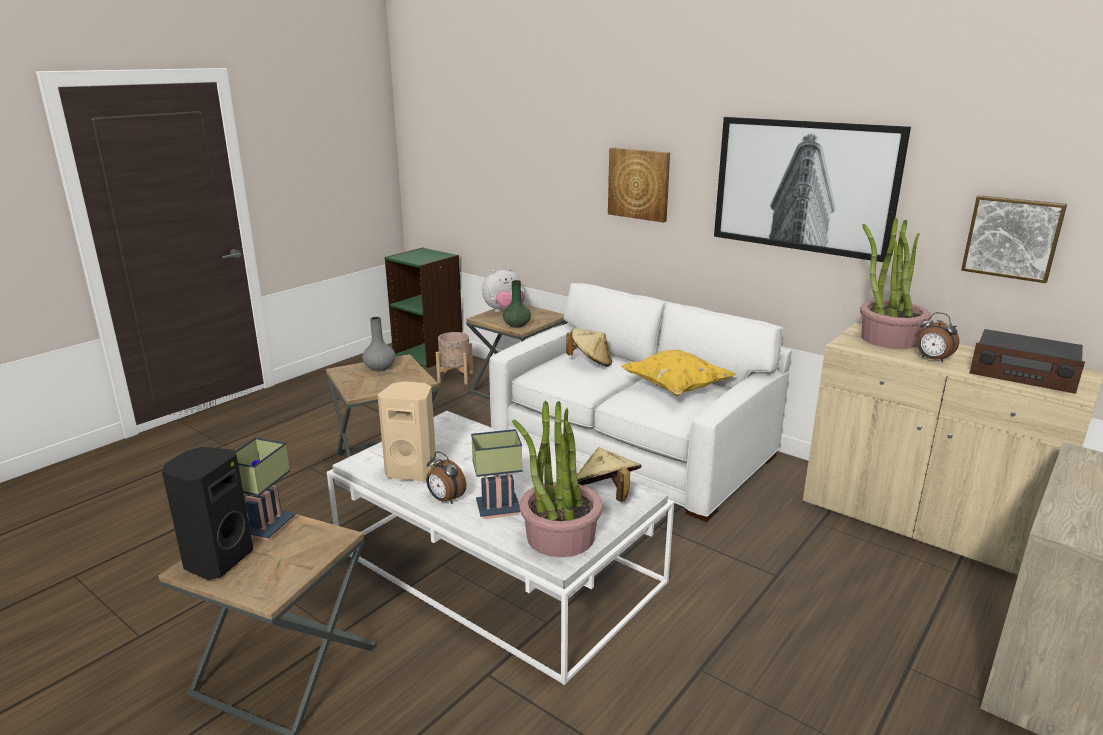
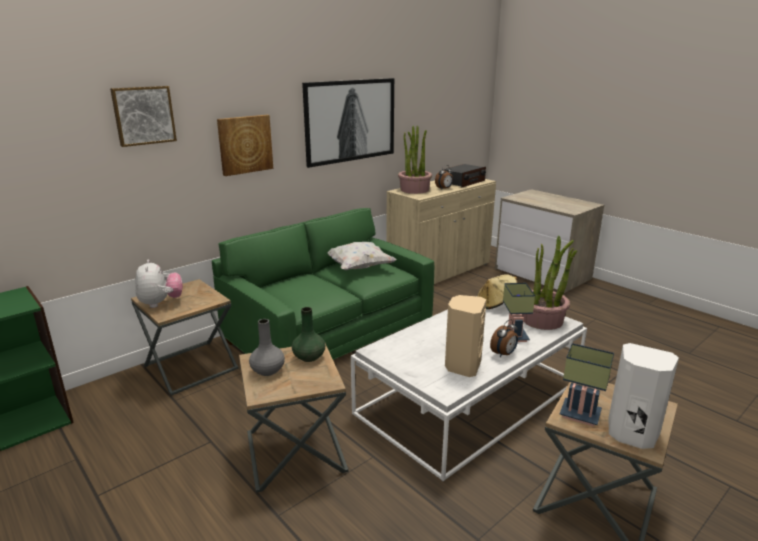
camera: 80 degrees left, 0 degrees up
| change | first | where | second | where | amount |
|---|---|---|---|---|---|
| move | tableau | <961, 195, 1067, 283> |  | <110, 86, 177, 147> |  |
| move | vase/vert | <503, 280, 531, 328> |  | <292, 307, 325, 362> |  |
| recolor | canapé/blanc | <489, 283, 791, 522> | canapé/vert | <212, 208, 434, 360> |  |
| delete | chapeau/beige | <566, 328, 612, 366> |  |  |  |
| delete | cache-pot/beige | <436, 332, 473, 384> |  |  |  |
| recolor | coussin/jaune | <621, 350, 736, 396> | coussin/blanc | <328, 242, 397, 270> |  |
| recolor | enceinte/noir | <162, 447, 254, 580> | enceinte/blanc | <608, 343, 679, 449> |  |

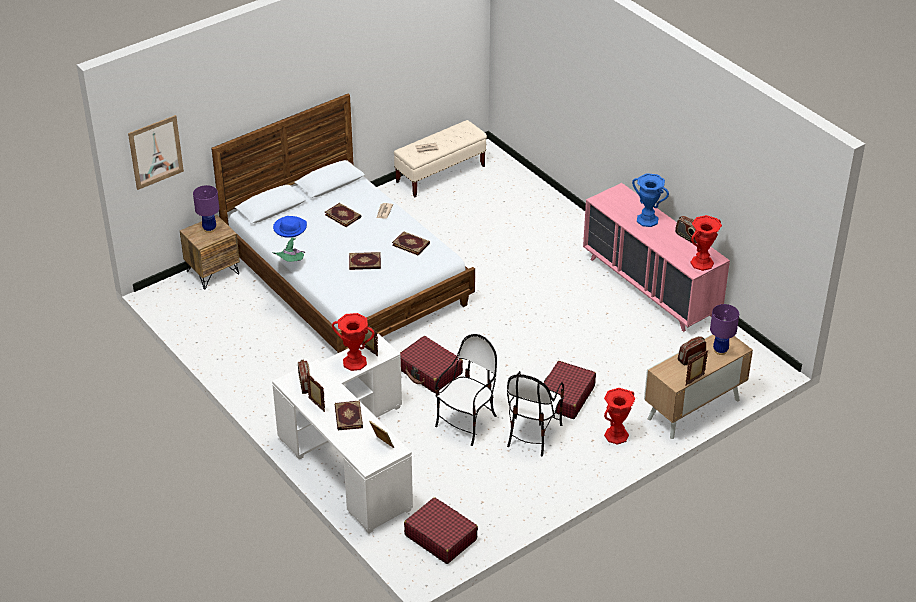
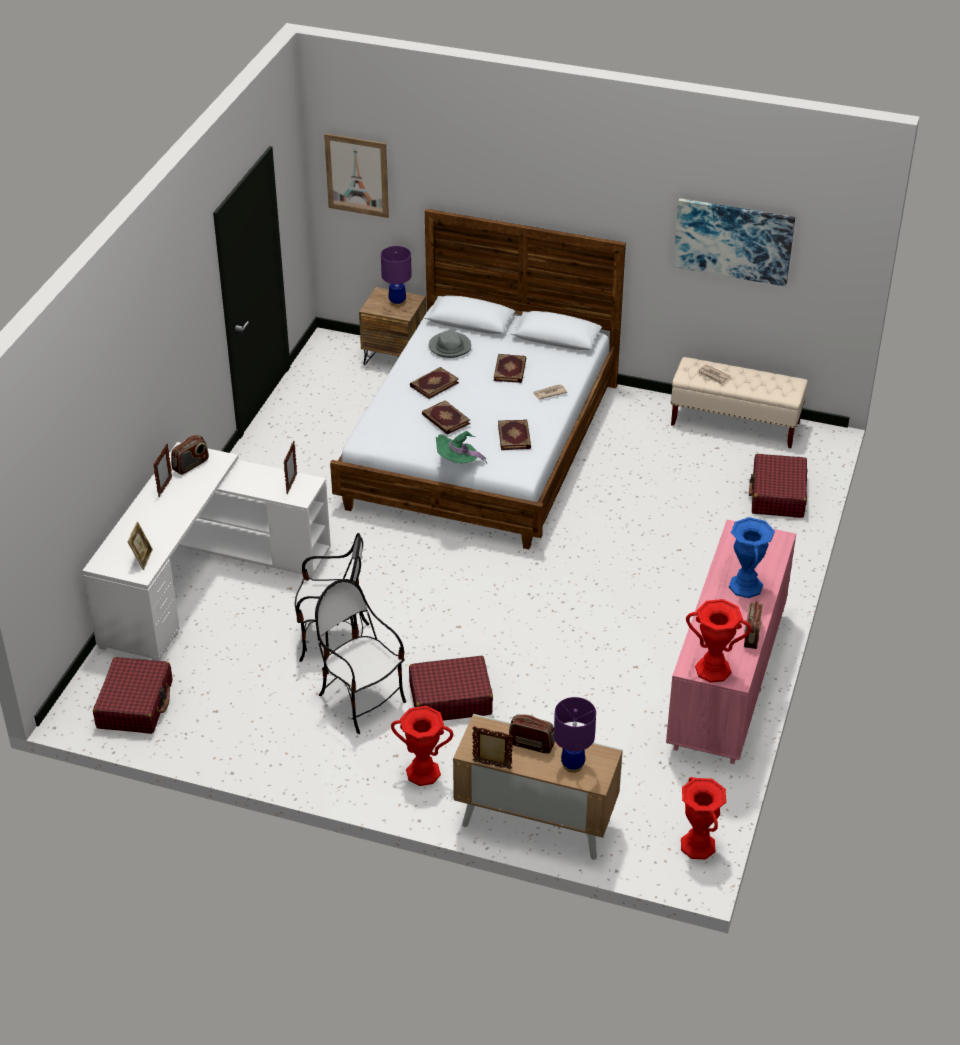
camera: 55 degrees right, 0 degrees up
| change | first | where | second | where | amount |
|---|---|---|---|---|---|
| recolor | chapeau/bleu | <273, 216, 307, 238> | chapeau/gris | <429, 330, 471, 358> |  |
| move | chapeau/vert | <272, 237, 305, 262> |  | <436, 431, 487, 464> |  |
| move | vase/rouge | <332, 313, 375, 371> |  | <681, 777, 726, 860> |  |
| move | valise/rouge | <400, 336, 463, 393> |  | <749, 454, 807, 518> |  |
| rotate | chaise | <507, 371, 564, 456> |  | <315, 579, 406, 734> | 60 degrees clockwise |
| move | livre | <335, 400, 363, 430> |  | <410, 367, 459, 399> |  |
| insert |  |  | tableau | <673, 198, 795, 287> |  |

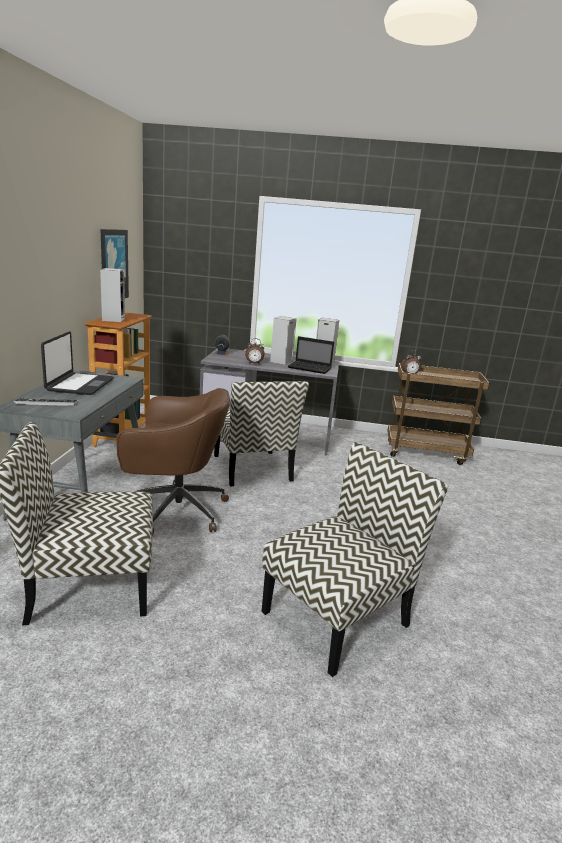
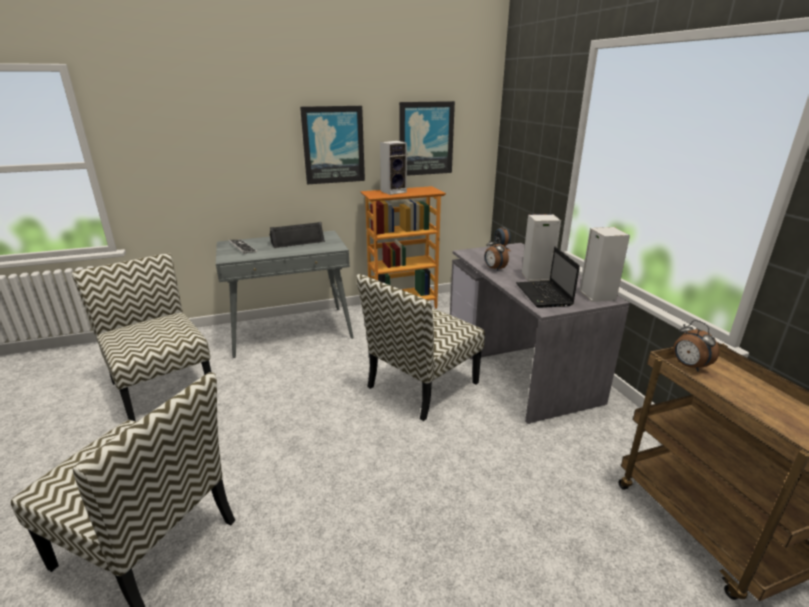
camera: 65 degrees right, 5 degrees up
| change | first | where | second | where | amount |
|---|---|---|---|---|---|
| replace | ordinateur portable | <41, 331, 114, 395> | enceinte/noir | <270, 222, 325, 248> |  |
| delete | chaise de bureau/marron | <116, 388, 230, 534> |  |  |  |
| insert |  |  | tableau | <300, 106, 365, 184> |  |

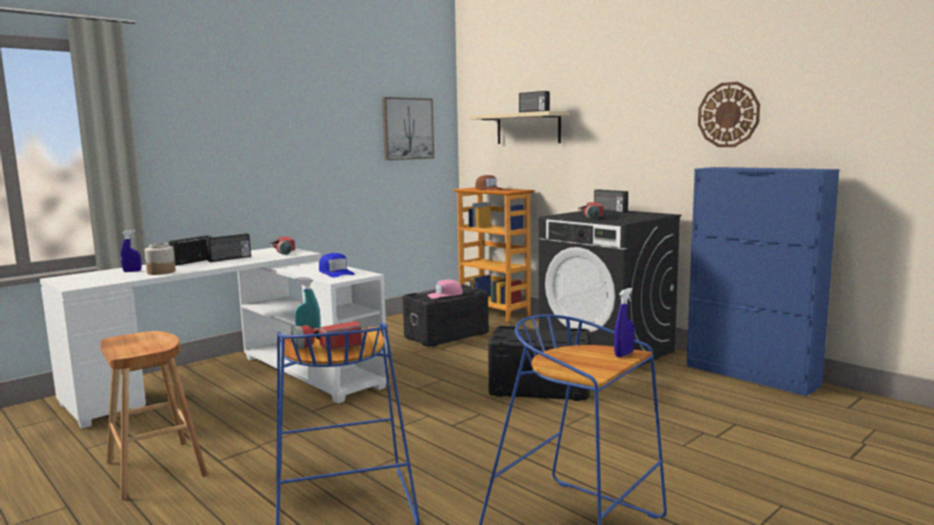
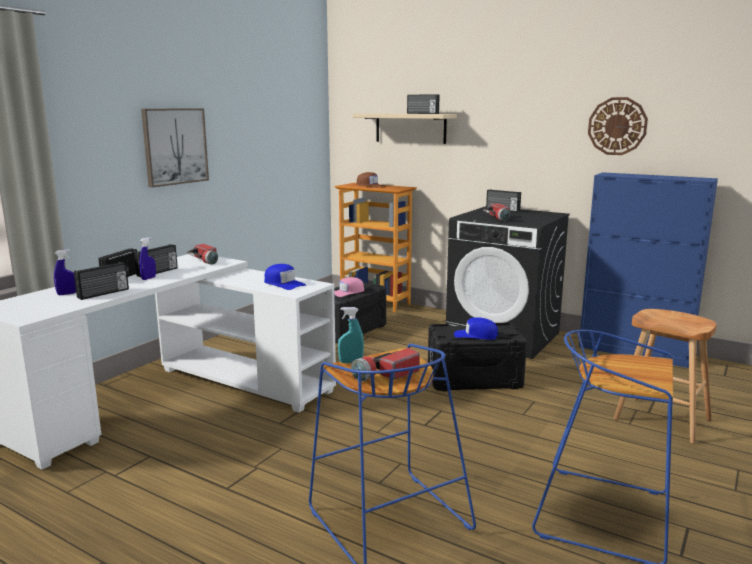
camera: 15 degrees left, 5 degrees up
| change | first | where | second | where | amount |
|---|---|---|---|---|---|
| move | tableau | <382, 97, 434, 160> |  | <141, 108, 209, 188> |  |
| replace | bocal | <145, 243, 176, 275> | radio | <74, 262, 129, 300> |  |
| move | vaporisateur/bleu | <614, 288, 635, 357> |  | <139, 237, 156, 280> |  |
| move | tabouret/marron | <100, 331, 208, 500> |  | <614, 309, 717, 444> |  |
| insert |  |  | casquette/bleu | <454, 317, 498, 340> |  |

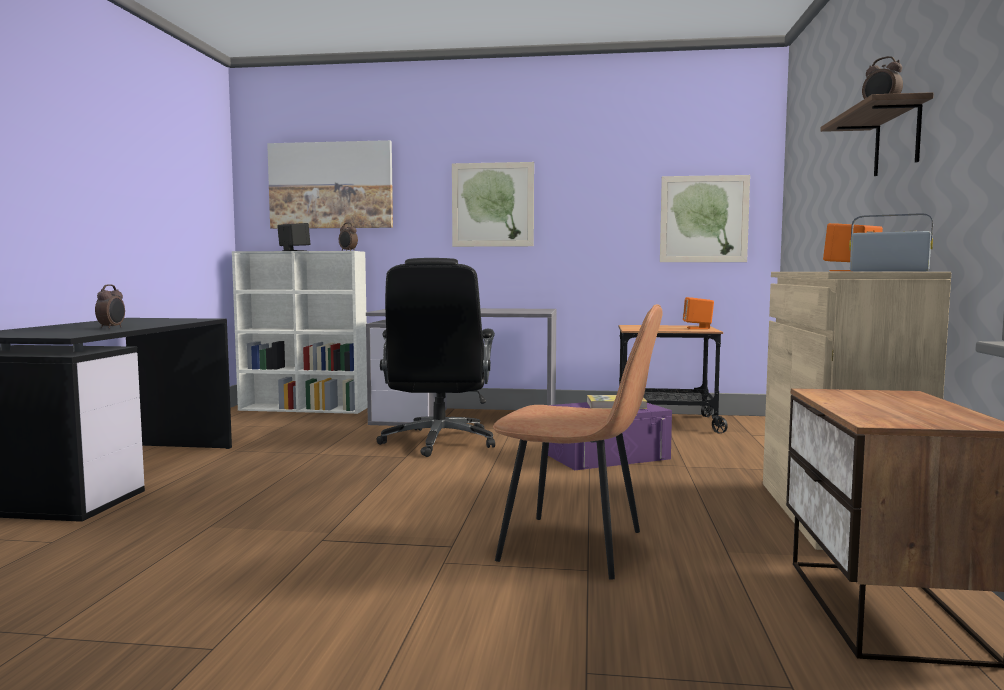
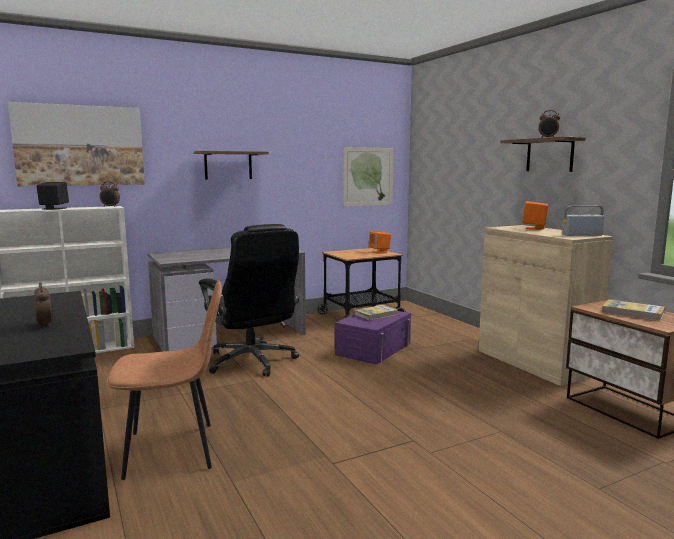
camera: 35 degrees left, 5 degrees up
| change | first | where | second | where | amount |
|---|---|---|---|---|---|
| replace | tableau | <452, 162, 534, 247> | étagère | <194, 151, 269, 179> |  |
| move | chaise/marron | <493, 304, 663, 580> |  | <107, 280, 222, 480> |  |
| insert |  |  | livre | <602, 299, 665, 321> |  |

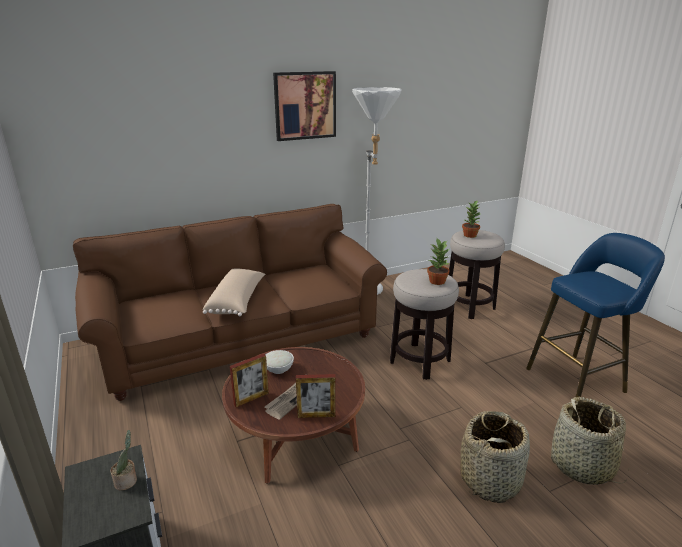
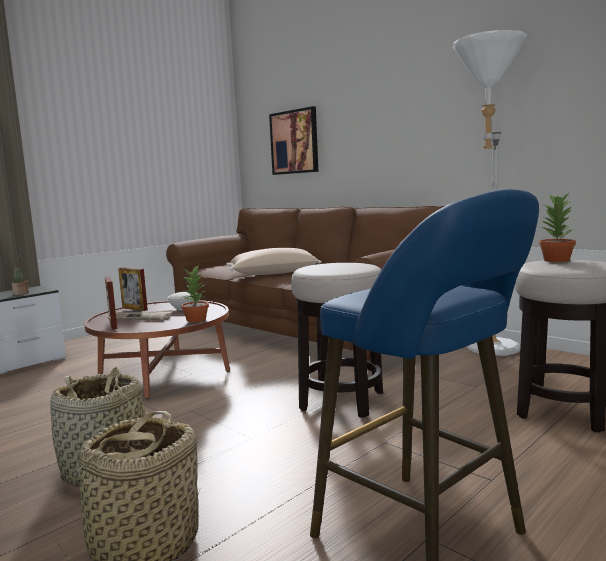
camera: 70 degrees right, 15 degrees down
| change | first | where | second | where | amount |
|---|---|---|---|---|---|
| move | tableau | <273, 71, 336, 141> |  | <269, 106, 318, 175> |  |
| move | plante en pot | <427, 239, 450, 285> |  | <181, 265, 209, 322> |  |

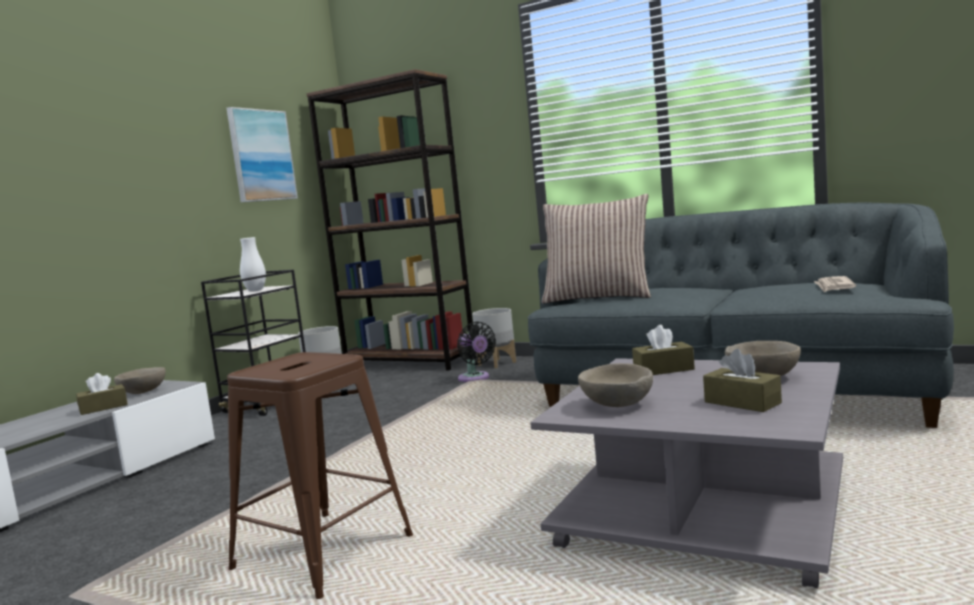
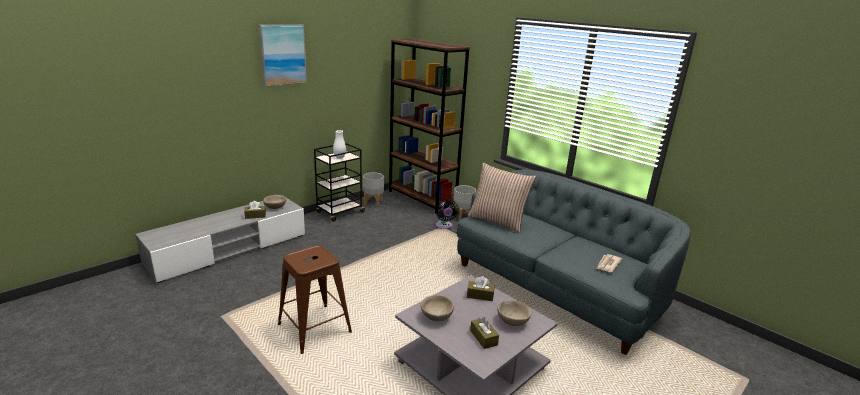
camera: 15 degrees right, 15 degrees up
| change | first | where | second | where | amount |
|---|---|---|---|---|---|
| move | tableau | <226, 107, 298, 202> |  | <259, 25, 307, 86> |  |

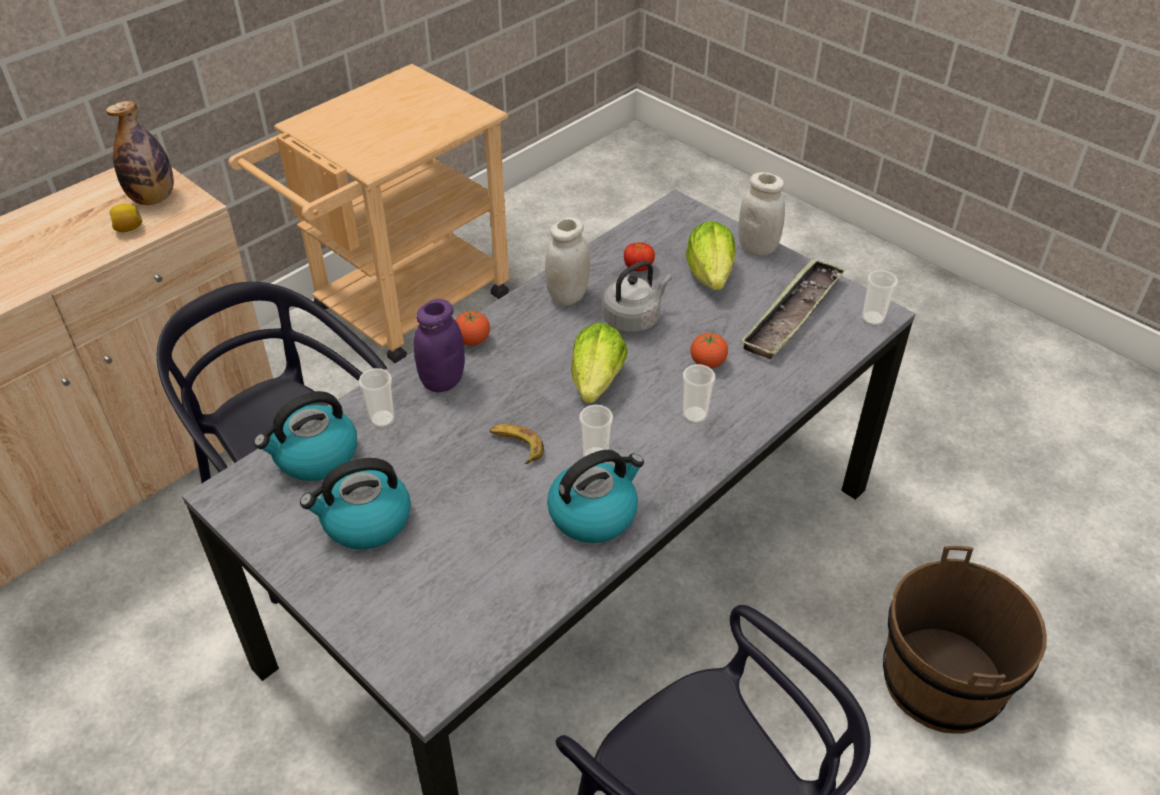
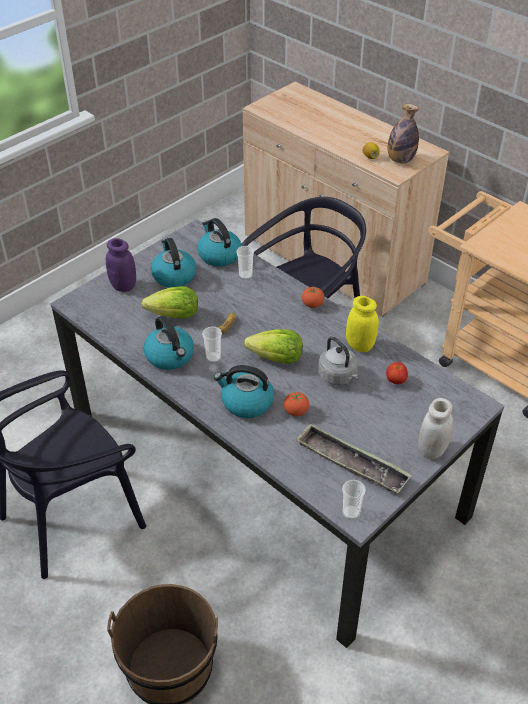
camera: 90 degrees right, 0 degrees up
| change | first | where | second | where | amount |
|---|---|---|---|---|---|
| recolor | bocal/blanc | <545, 217, 590, 306> | bocal/jaune | <346, 296, 379, 352> |  |
| move | laitue | <686, 221, 736, 290> |  | <142, 286, 198, 319> |  |
| move | bocal/violet | <414, 299, 465, 392> |  | <106, 238, 136, 292> |  |
| replace | tasse | <683, 364, 715, 424> | bouilloire | <214, 365, 274, 418> |  |

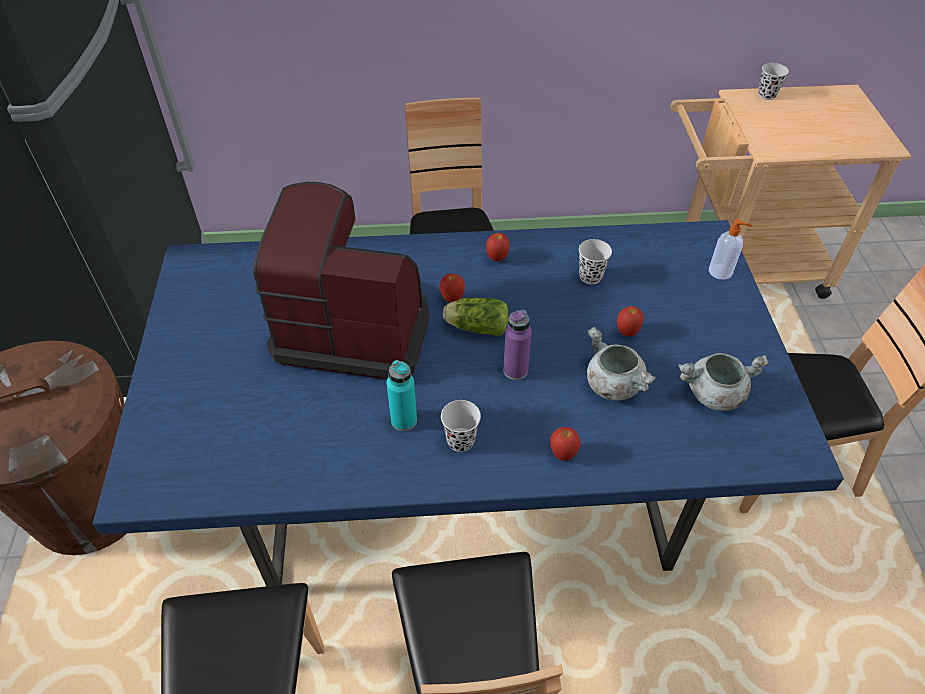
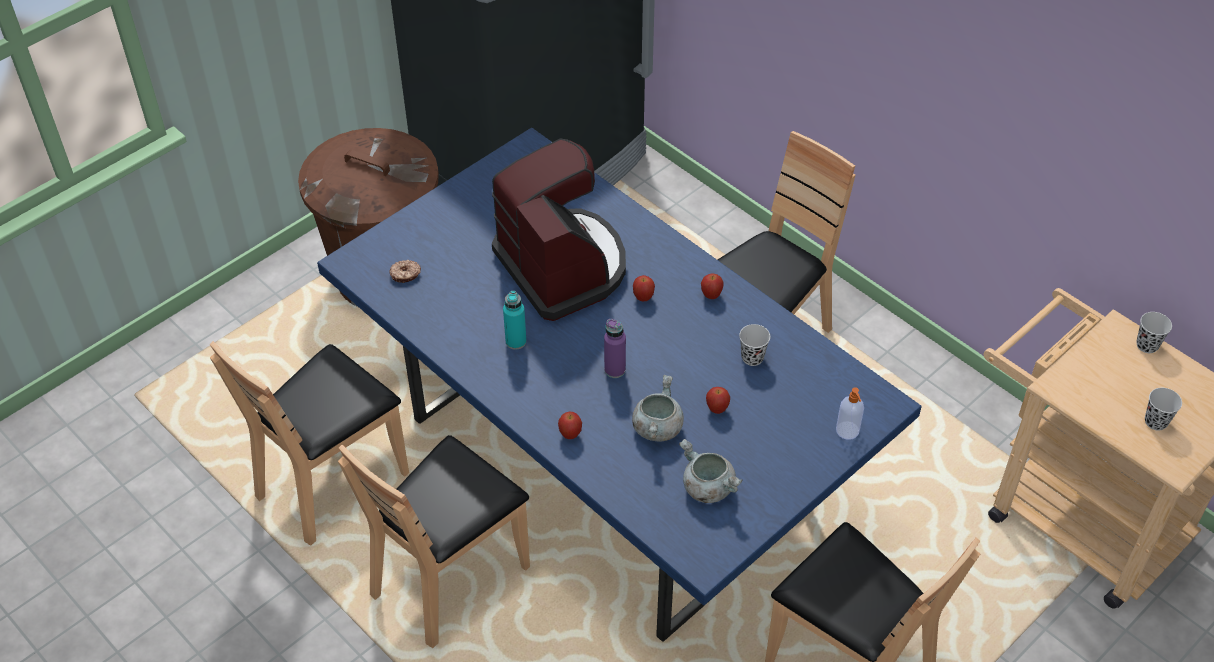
camera: 50 degrees right, 0 degrees up
| change | first | where | second | where | amount |
|---|---|---|---|---|---|
| delete | laitue | <443, 298, 509, 336> |  |  |  |
| move | tasse/noir | <441, 400, 481, 452> |  | <1145, 388, 1182, 431> |  |
| insert |  |  | beignet | <389, 260, 421, 283> |  |

